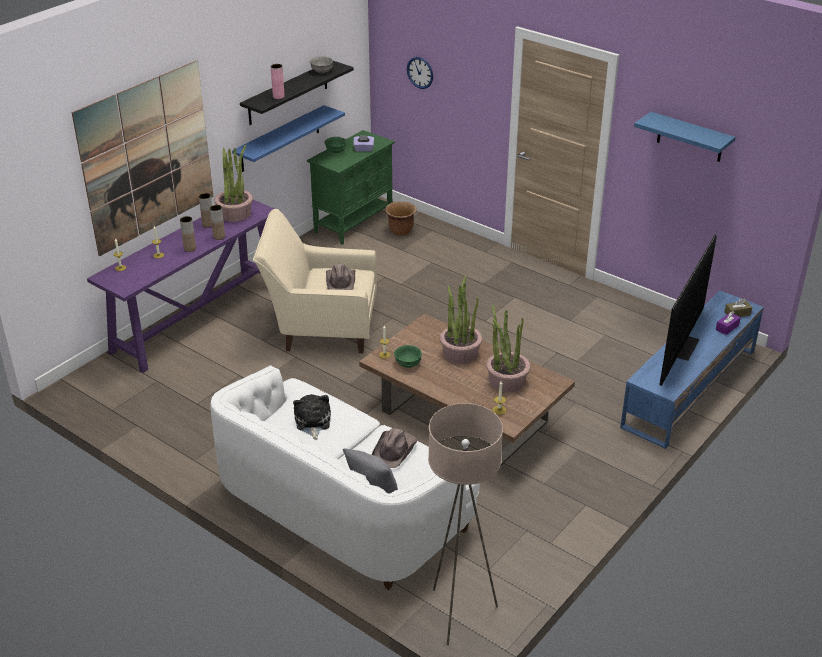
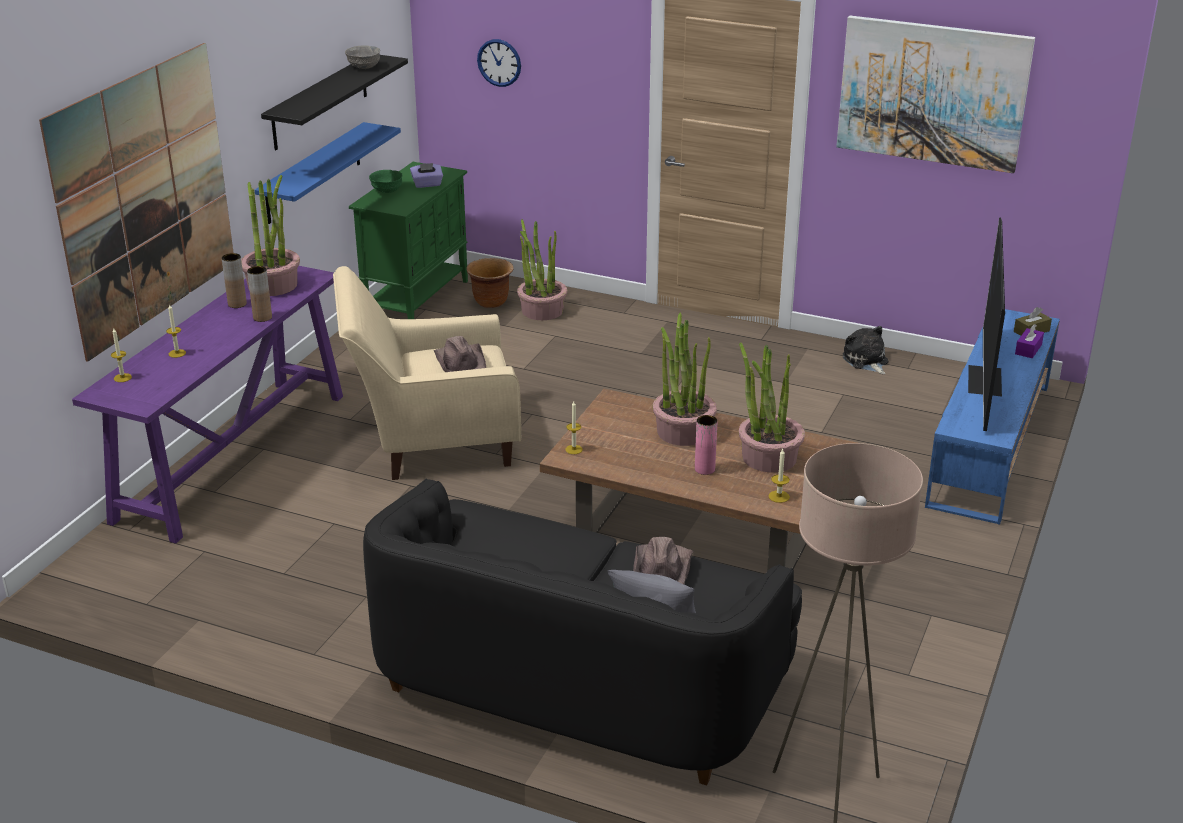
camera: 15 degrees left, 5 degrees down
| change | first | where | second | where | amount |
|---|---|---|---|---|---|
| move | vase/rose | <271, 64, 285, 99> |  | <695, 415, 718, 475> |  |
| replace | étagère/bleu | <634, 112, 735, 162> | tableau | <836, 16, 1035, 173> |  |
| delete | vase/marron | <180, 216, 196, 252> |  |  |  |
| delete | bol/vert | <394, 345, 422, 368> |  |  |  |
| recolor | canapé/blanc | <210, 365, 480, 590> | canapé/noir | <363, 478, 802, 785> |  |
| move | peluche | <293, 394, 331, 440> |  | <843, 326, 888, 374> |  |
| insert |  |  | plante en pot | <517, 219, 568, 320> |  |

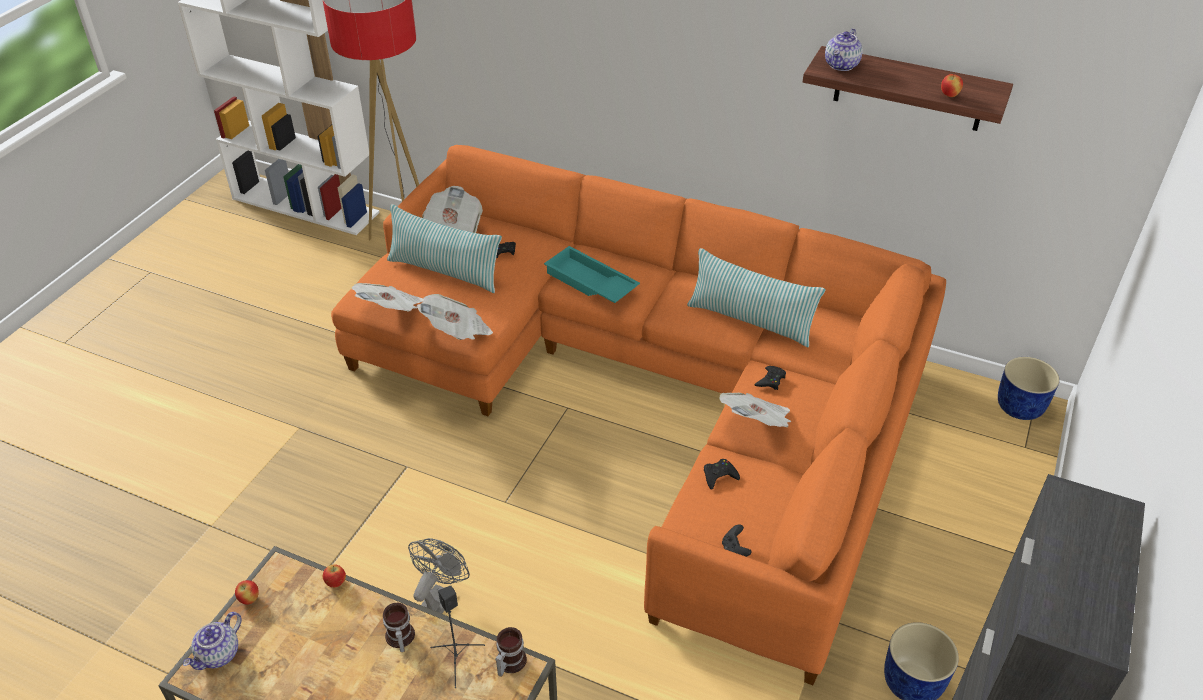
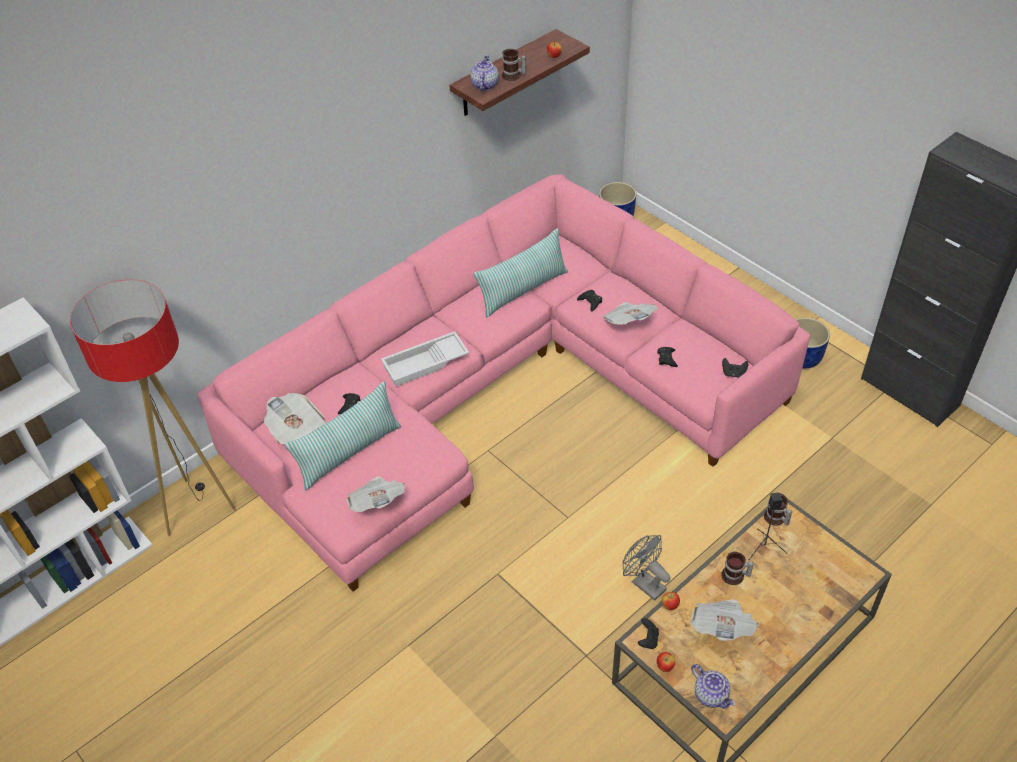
camera: 65 degrees left, 5 degrees up
| change | first | where | second | where | amount |
|---|---|---|---|---|---|
| rotate | théière | <825, 28, 863, 71> |  | <470, 55, 499, 91> | 135 degrees counterclockwise |
| recolor | canapé/orange | <331, 145, 946, 685> | canapé/rose | <198, 174, 811, 592> |  |
| recolor | plateau/turquoise | <544, 246, 640, 303> | plateau/blanc | <381, 331, 469, 386> |  |
| move | journal | <417, 294, 493, 340> |  | <690, 599, 759, 641> |  |
| insert |  |  | mug | <502, 49, 526, 81> |  |
| insert |  |  | manette/noir | <638, 618, 659, 649> |  |

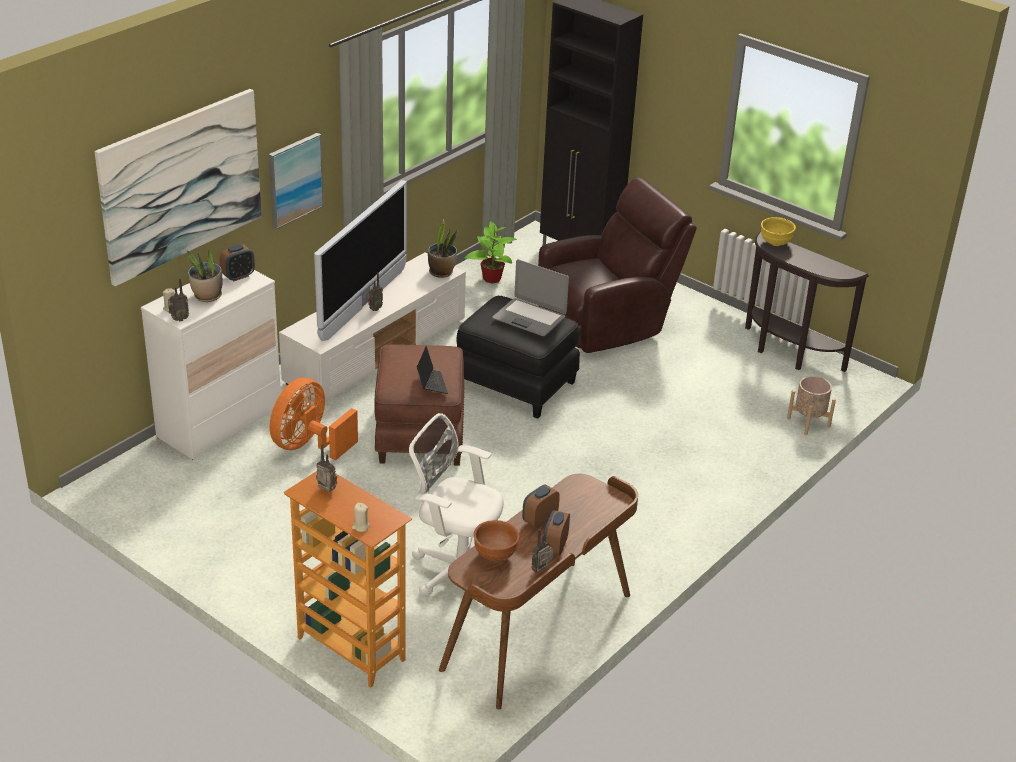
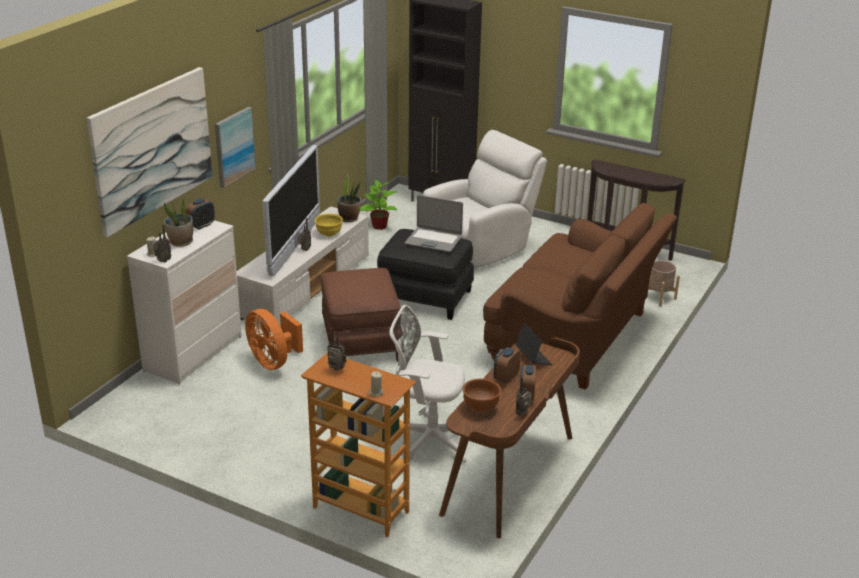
camera: 10 degrees left, 5 degrees down
| change | first | where | second | where | amount |
|---|---|---|---|---|---|
| recolor | fauteuil/marron | <538, 177, 697, 353> | fauteuil/blanc | <423, 130, 547, 269> |  |
| move | bol/jaune | <761, 217, 796, 246> |  | <315, 213, 343, 237> |  |
| move | ordinateur portable | <417, 346, 448, 394> |  | <515, 323, 552, 365> |  |
| rotate | ventilateur/orange | <270, 378, 358, 460> |  | <245, 309, 303, 370> | 60 degrees counterclockwise |
| insert |  |  | canapé/marron | <483, 203, 677, 390> |  |

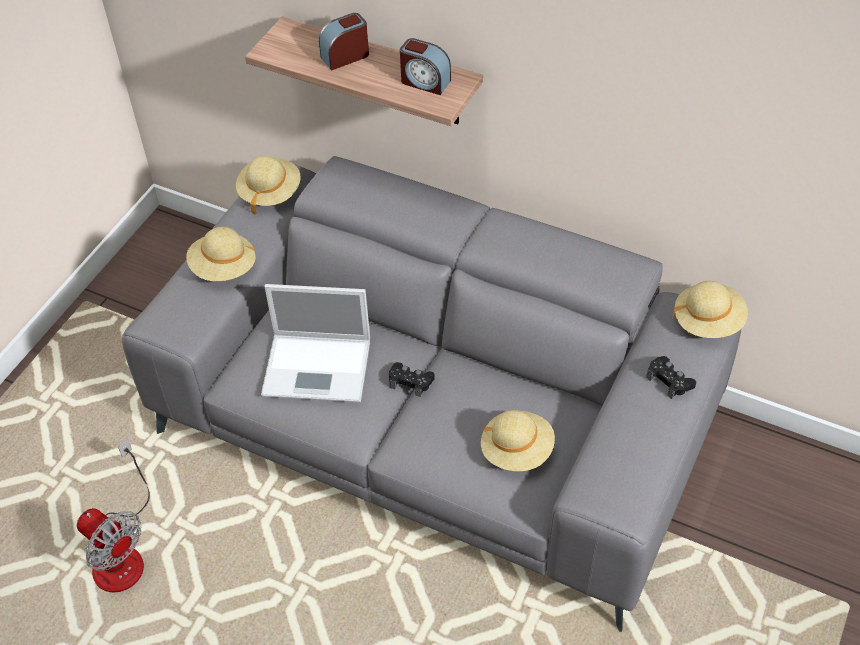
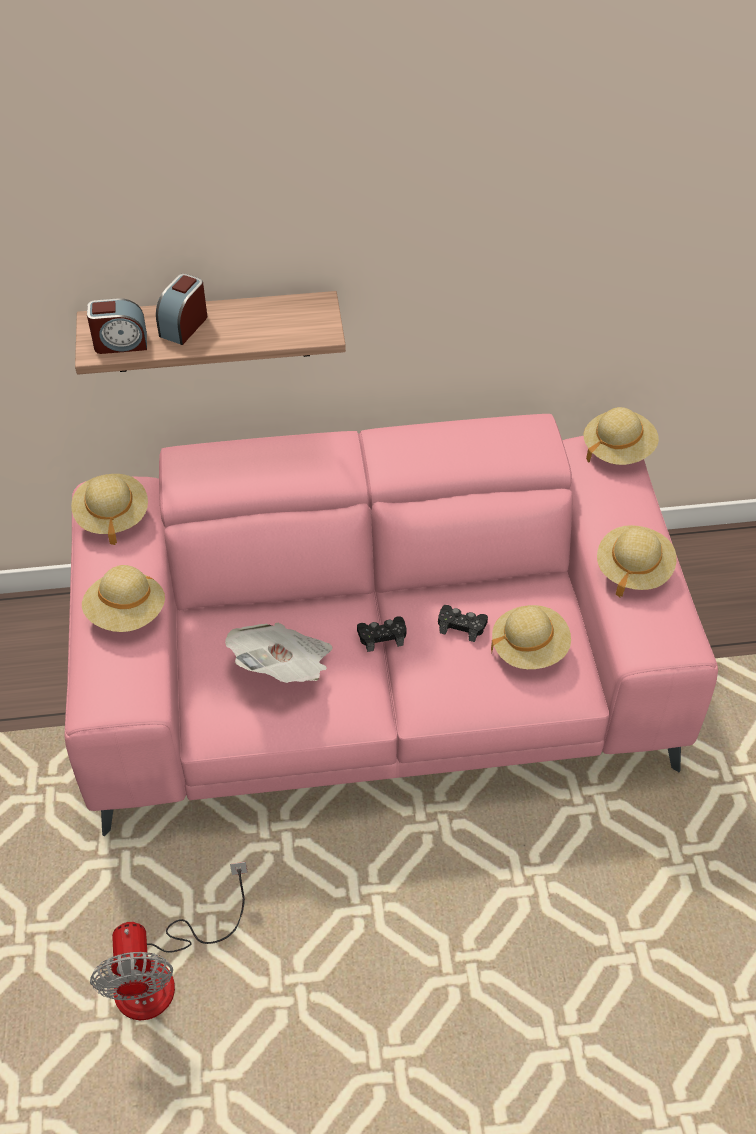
camera: 35 degrees left, 0 degrees up
| change | first | where | second | where | amount |
|---|---|---|---|---|---|
| move | réveil | <400, 38, 451, 95> |  | <87, 298, 147, 354> |  |
| recolor | canapé/gris | <122, 156, 741, 632> | canapé/rose | <64, 414, 718, 836> |  |
| replace | ordinateur portable | <261, 284, 370, 403> | journal | <225, 623, 332, 683> |  |
| move | manette/noir | <646, 356, 696, 399> |  | <438, 605, 488, 642> |  |
| rotate | ventilateur | <77, 438, 150, 593> |  | <90, 862, 248, 1020> | 75 degrees clockwise |
| insert |  |  | chapeau/beige | <597, 525, 677, 598> |  |

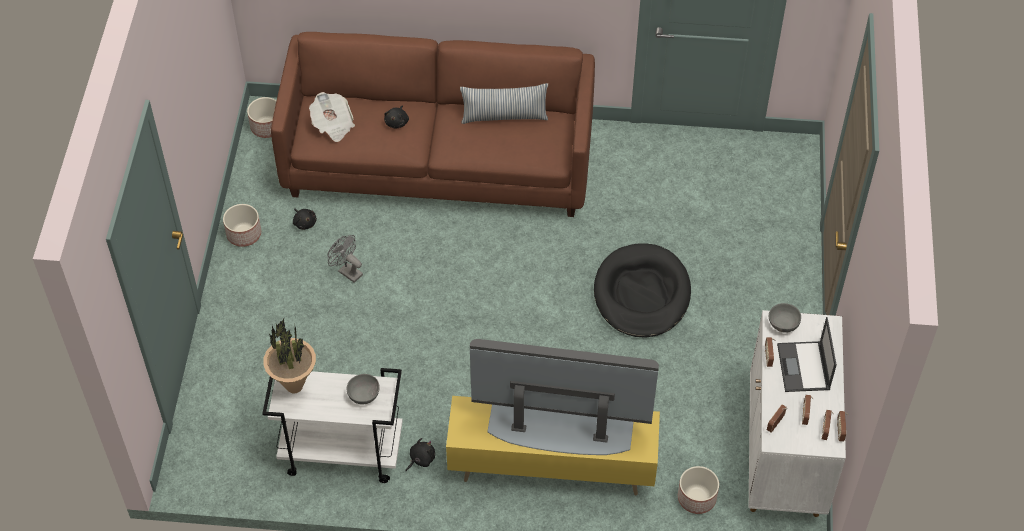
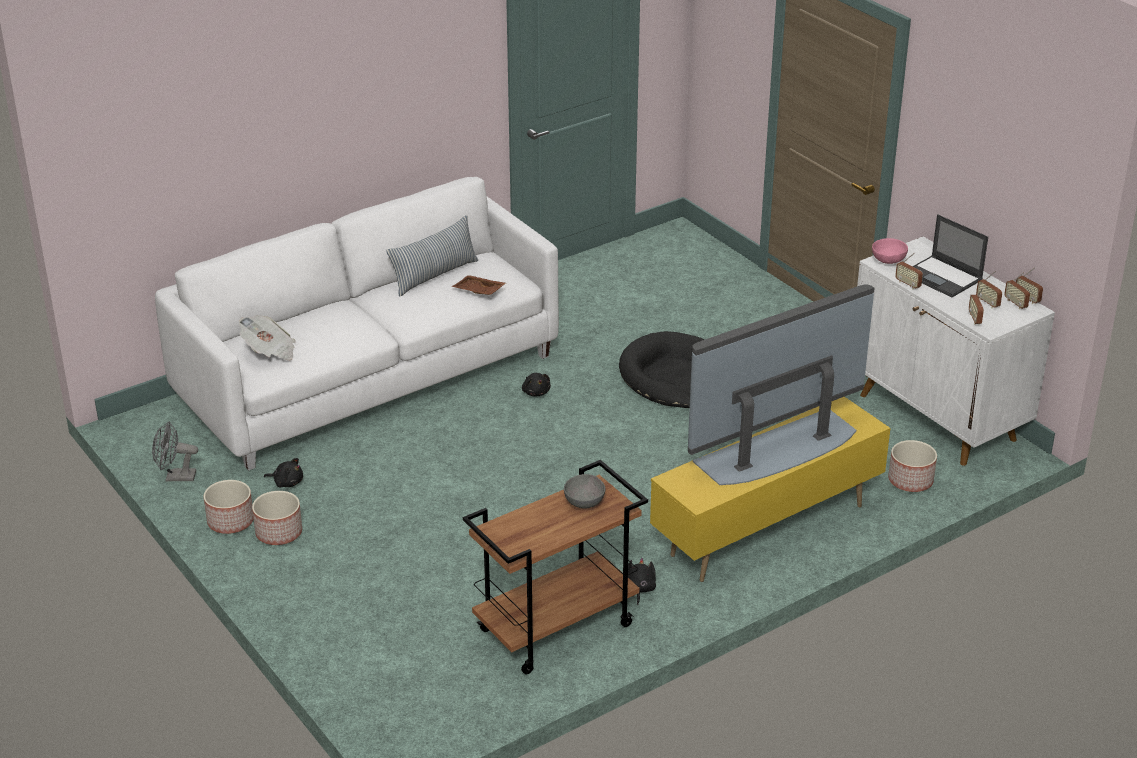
camera: 40 degrees left, 20 degrees down
| change | first | where | second | where | amount |
|---|---|---|---|---|---|
| recolor | canapé/marron | <271, 32, 595, 217> | canapé/blanc | <155, 177, 559, 471> |  |
| move | cache-pot | <247, 97, 276, 138> |  | <252, 491, 302, 545> |  |
| move | peluche/noir | <384, 106, 409, 129> |  | <522, 373, 551, 396> |  |
| move | ventilateur/gris | <328, 235, 363, 283> |  | <152, 421, 198, 481> |  |
| recolor | bol/gris | <769, 303, 801, 333> | bol/rose | <872, 238, 908, 264> |  |
| delete | plante en pot | <263, 318, 316, 393> |  |  |  |
| recolor | chariot/blanc | <262, 368, 403, 483> | chariot/marron | <463, 460, 648, 674> |  |
| insert |  |  | plateau/marron | <452, 275, 506, 295> |  |

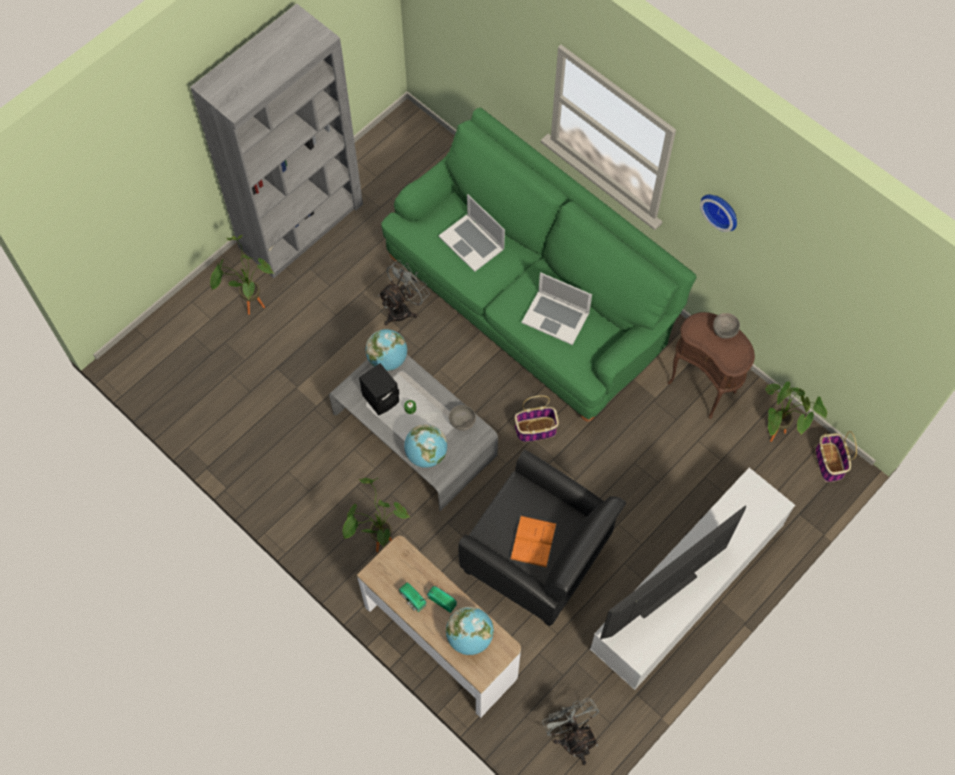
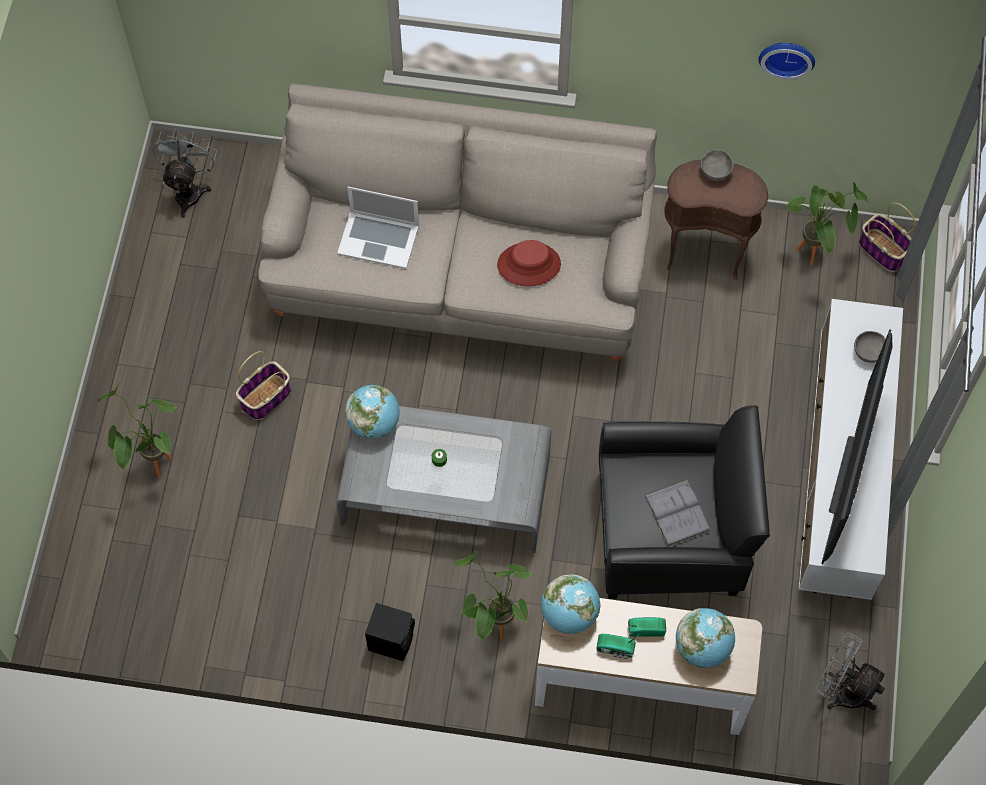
camera: 35 degrees left, 0 degrees up
| change | first | where | second | where | amount |
|---|---|---|---|---|---|
| delete | bibliothèque/gris | <190, 4, 363, 278> |  |  |  |
| recolor | canapé/vert | <381, 108, 697, 421> | canapé/beige | <258, 83, 657, 361> |  |
| move | horloge murale | <700, 195, 737, 232> |  | <758, 43, 815, 80> |  |
| move | ventilateur/gris | <378, 260, 430, 326> |  | <153, 128, 217, 218> |  |
| replace | ordinateur portable | <521, 272, 592, 345> | chapeau/rouge | <497, 240, 561, 287> |  |
| move | enceinte/noir | <359, 363, 400, 416> |  | <365, 603, 415, 661> |  |
| move | panier | <514, 395, 559, 442> |  | <236, 351, 291, 420> |  |
| move | bol/gris | <449, 405, 476, 431> |  | <854, 331, 886, 363> |  |
| move | globe | <404, 424, 447, 468> |  | <541, 574, 600, 634> |  |
| recolor | livre/orange | <510, 515, 557, 568> | livre/gris | <644, 479, 711, 547> |  |

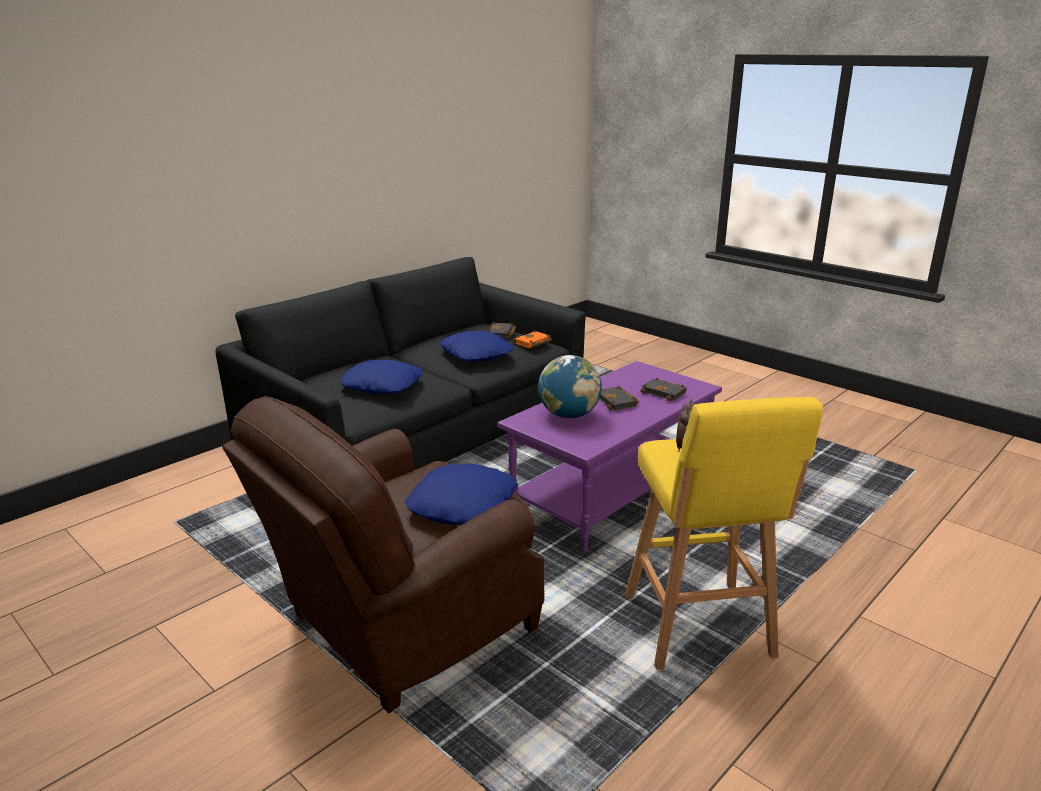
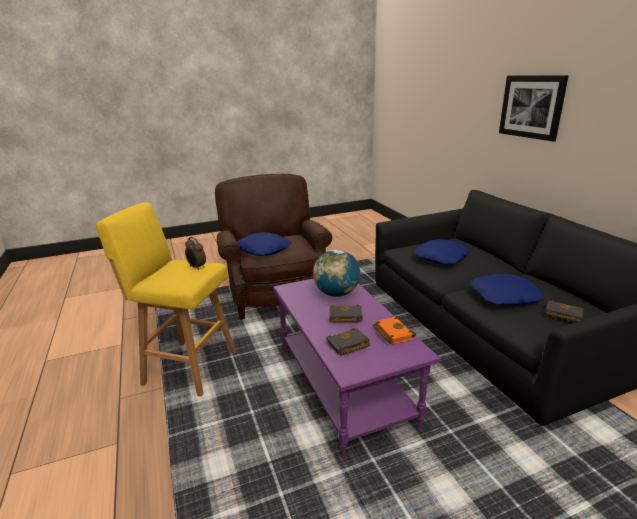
camera: 115 degrees right, 0 degrees up
| change | first | where | second | where | amount |
|---|---|---|---|---|---|
| move | livre/orange | <513, 330, 552, 348> |  | <373, 317, 416, 344> |  |
| insert |  |  | tableau | <499, 75, 569, 142> |  |

